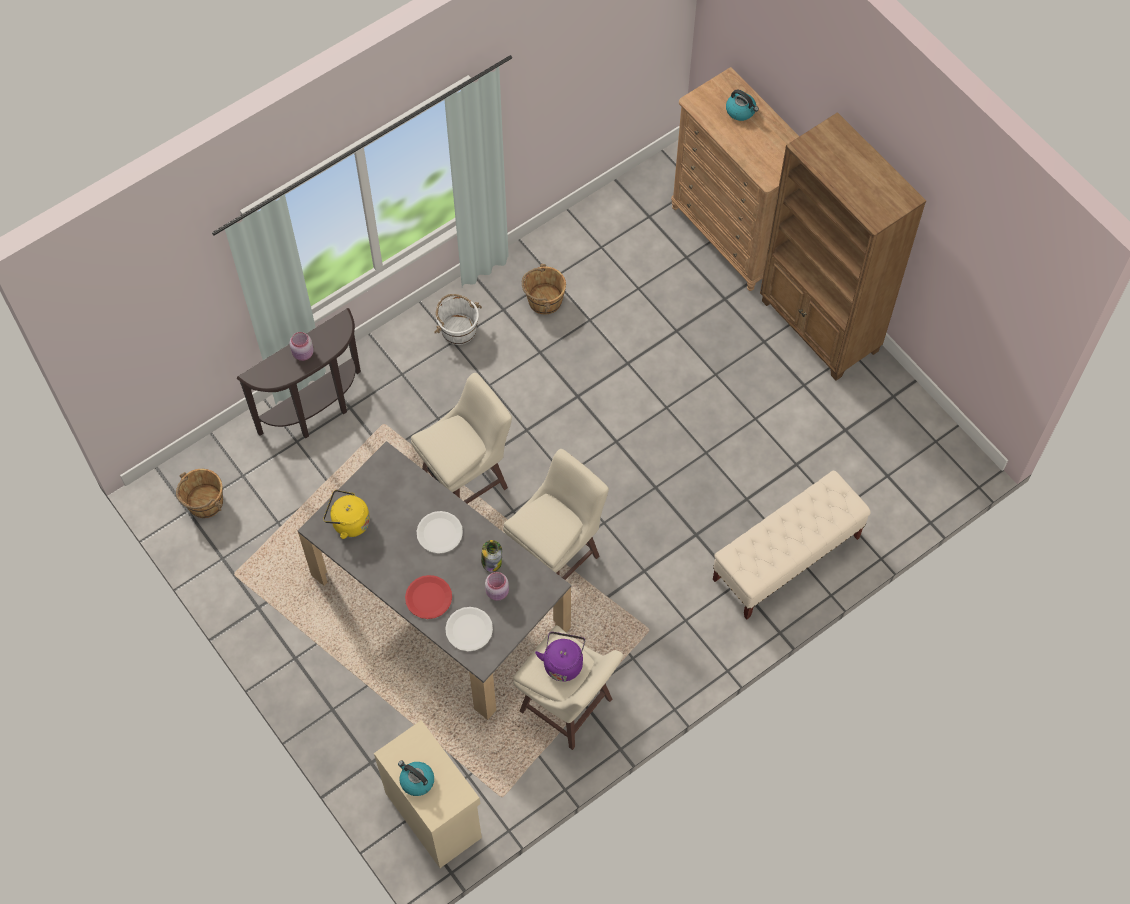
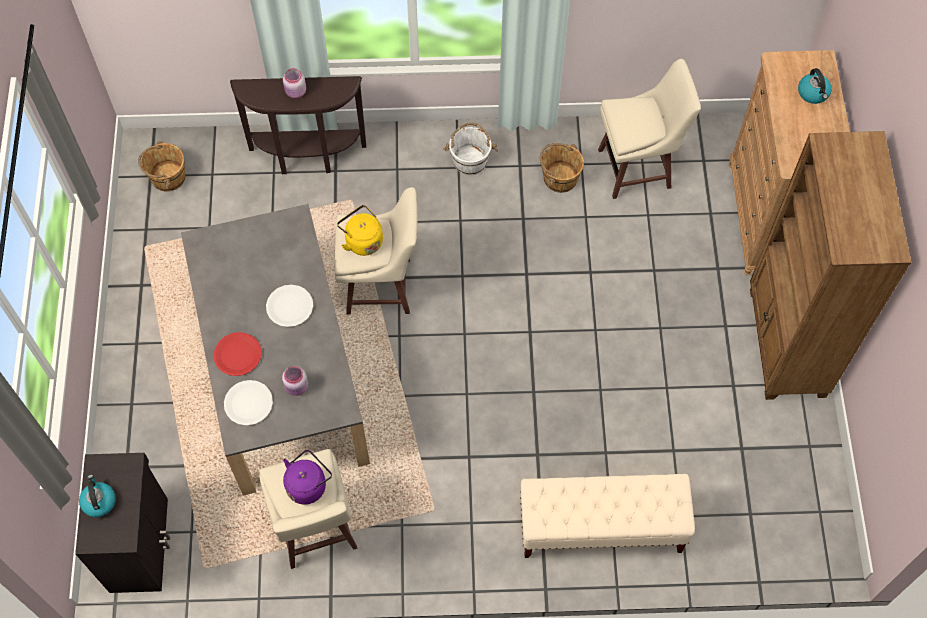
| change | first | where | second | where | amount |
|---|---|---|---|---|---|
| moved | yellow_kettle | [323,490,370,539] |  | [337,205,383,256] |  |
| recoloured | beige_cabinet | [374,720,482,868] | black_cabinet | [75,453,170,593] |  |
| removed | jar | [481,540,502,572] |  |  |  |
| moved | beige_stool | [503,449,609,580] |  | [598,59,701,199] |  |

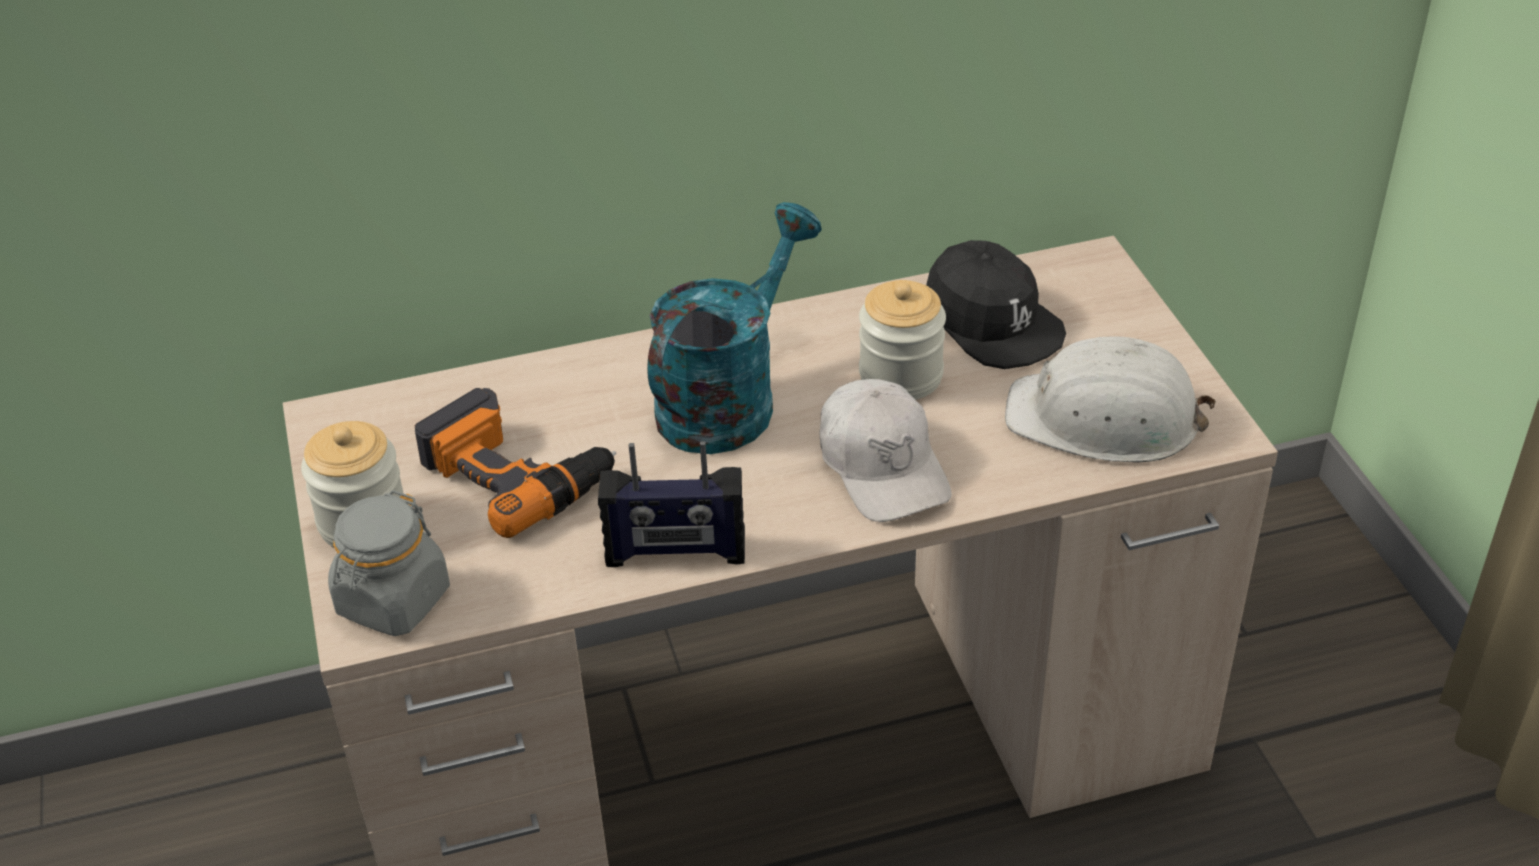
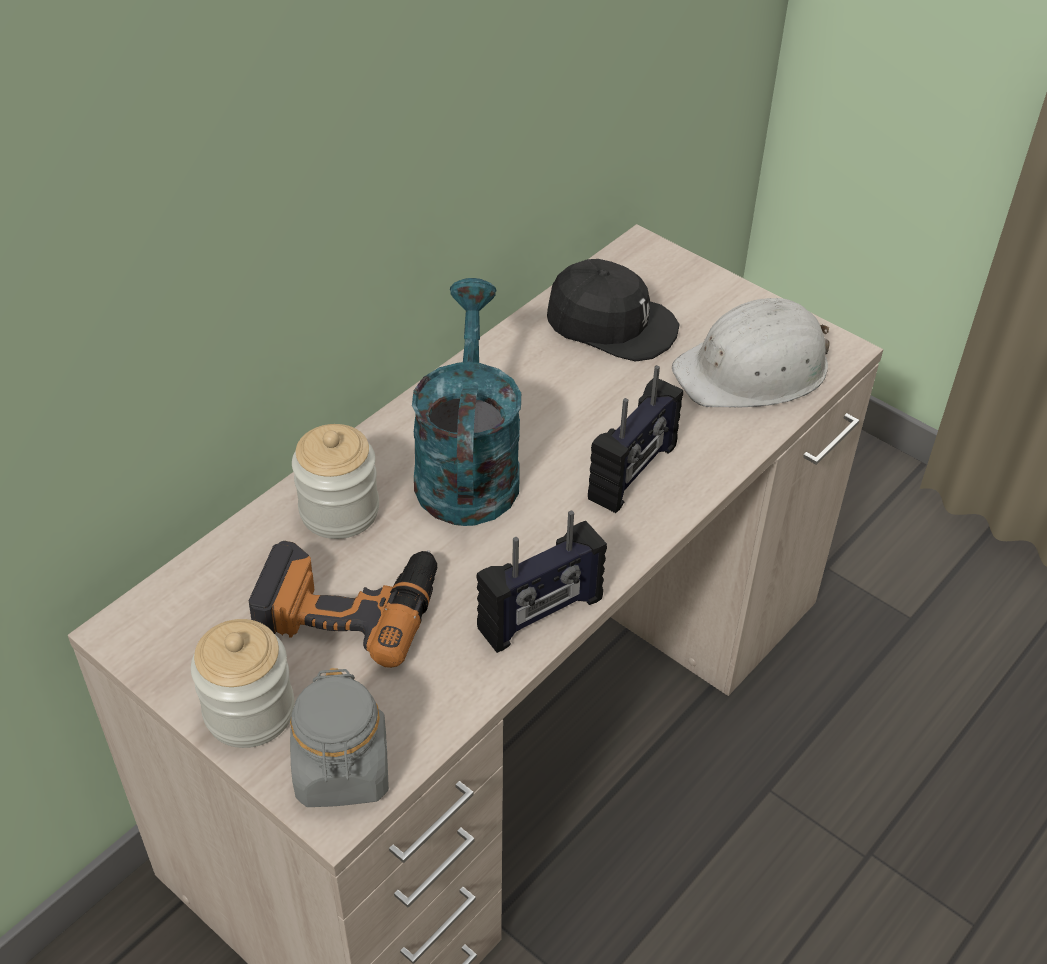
| change | first | where | second | where | amount |
|---|---|---|---|---|---|
| replaced | white_cap | [820,379,952,522] | radio | [588,365,683,513] |  |
| moved | jar | [859,280,946,400] |  | [292,424,379,539] |  |

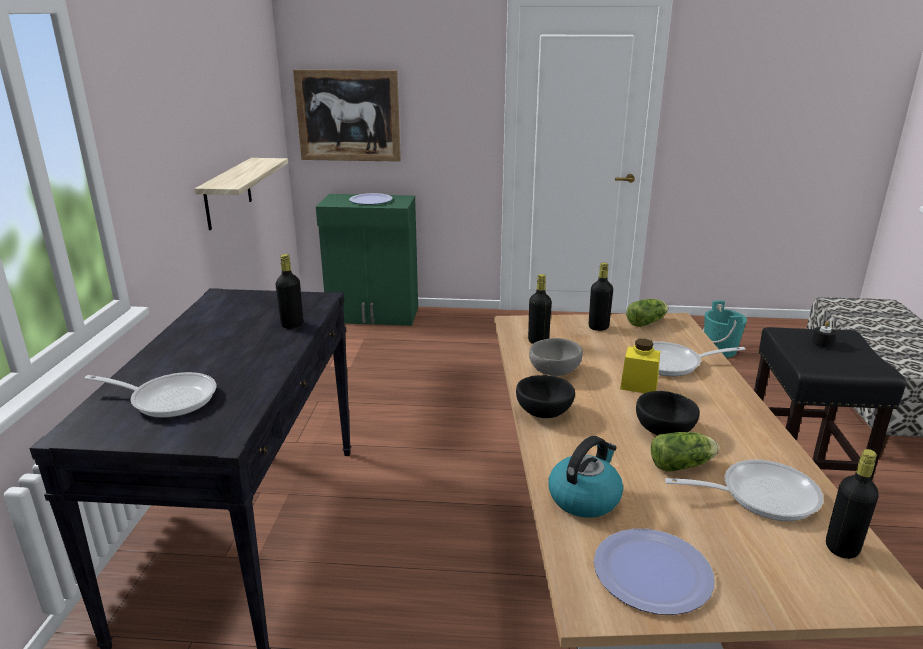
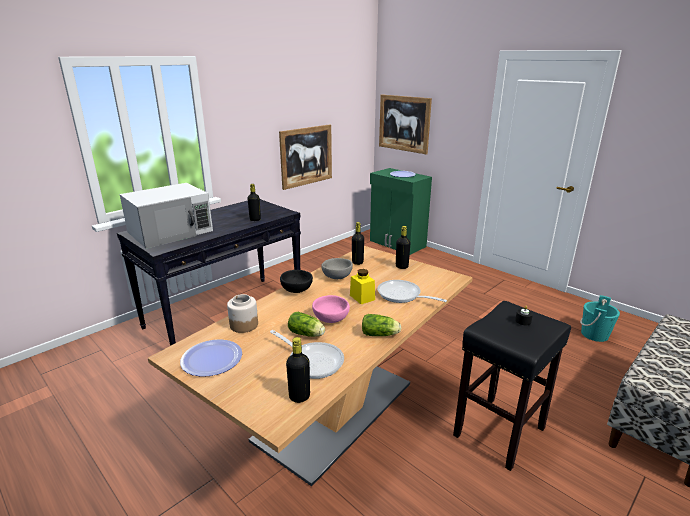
| change | first | where | second | where | amount |
|---|---|---|---|---|---|
| replaced | frying_pan | [85,372,217,418] | white_microwave | [119,183,213,249] |  |
| replaced | shelf | [194,158,288,230] | picture | [279,124,332,190] |  |
| replaced | kettle | [548,436,623,518] | jar | [227,294,258,333] |  |
| moved | lettuce | [626,299,668,327] |  | [362,314,401,336] |  |
| recoloured | black_bowl | [636,391,700,435] | pink_bowl | [312,295,350,323] |  |

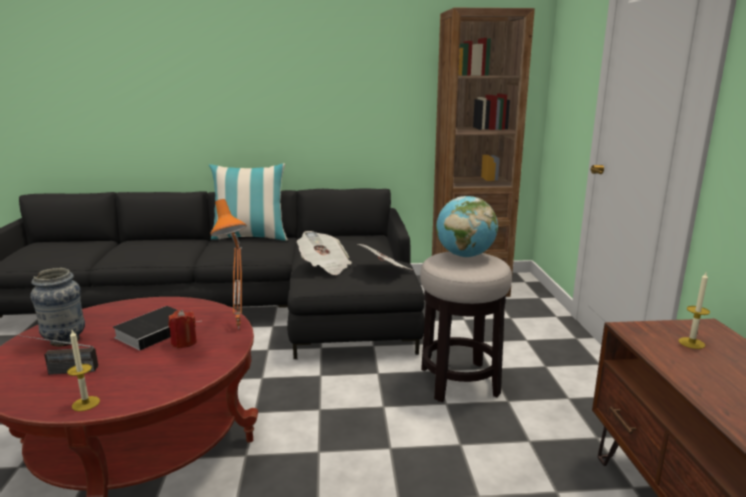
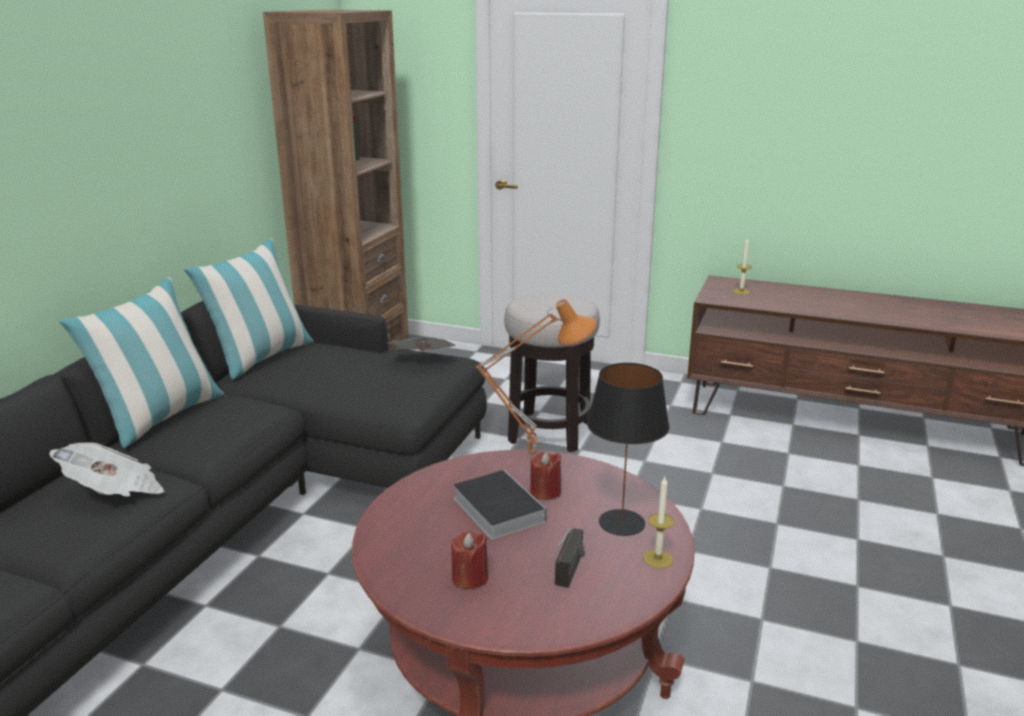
| change | first | where | second | where | amount |
|---|---|---|---|---|---|
| replaced | vase | [30,268,85,347] | red_candle | [451,531,488,589] |  |
| moved | newspaper | [297,231,352,275] |  | [49,442,164,497] |  |
| removed | globe | [436,196,498,257] |  |  |  |
| added |  |  | pillow | [184,239,313,380] |  |
| added |  |  | black_table_lamp | [587,363,670,536] |  |

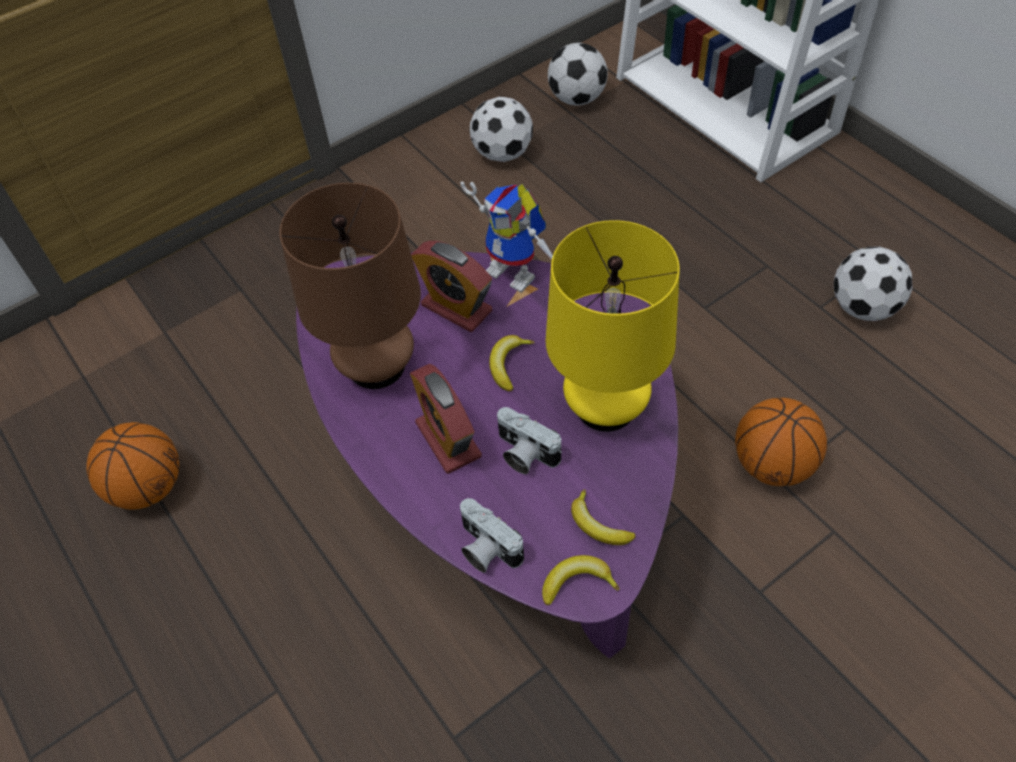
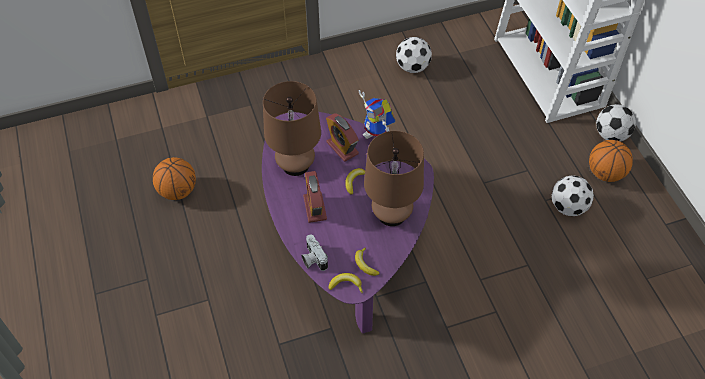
| change | first | where | second | where | amount |
|---|---|---|---|---|---|
| removed | photo_camera | [497,407,562,474] |  |  |  |
| recoloured | yellow_table_lamp | [546,220,680,432] | brown_table_lamp | [364,131,424,226] |  |
| moved | football | [548,43,608,106] |  | [596,104,636,142] |  |
| moved | basketball | [735,398,827,486] |  | [589,140,633,182] |  |

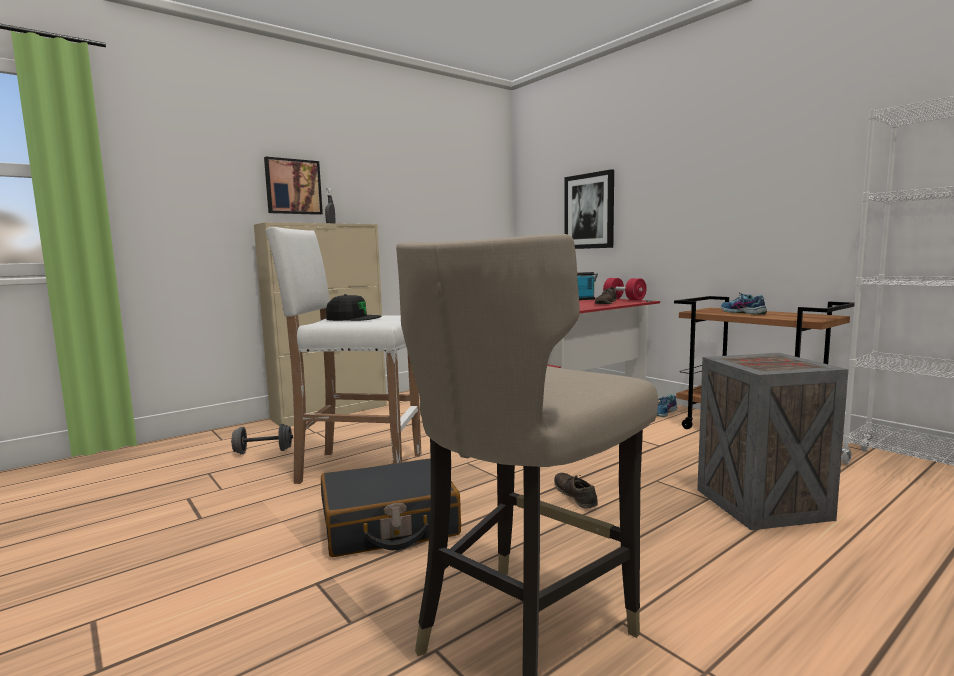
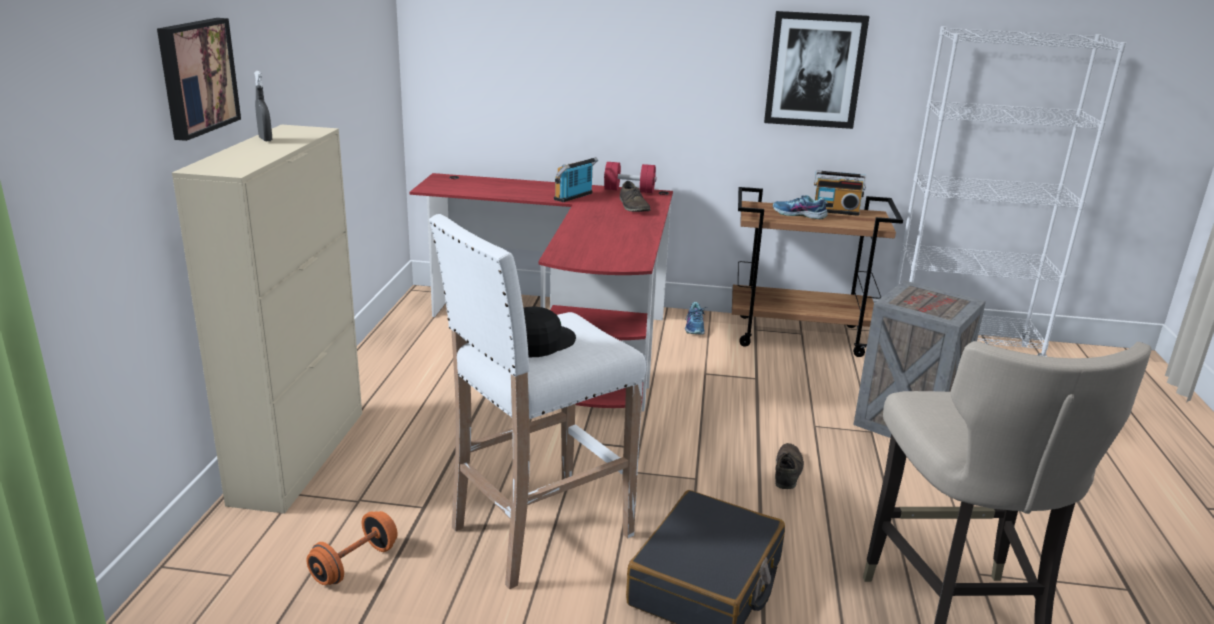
| change | first | where | second | where | amount |
|---|---|---|---|---|---|
| recoloured | grey_dumbbell | [231,424,293,454] | orange_dumbbell | [306,511,398,585] |  |
| turned | brown_shoe | [554,473,598,509] |  | [775,443,804,489] | 75 degrees clockwise |
| moved | picture | [564,169,614,249] |  | [764,11,870,129] |  |
| added |  |  | radio | [814,170,866,216] |  |

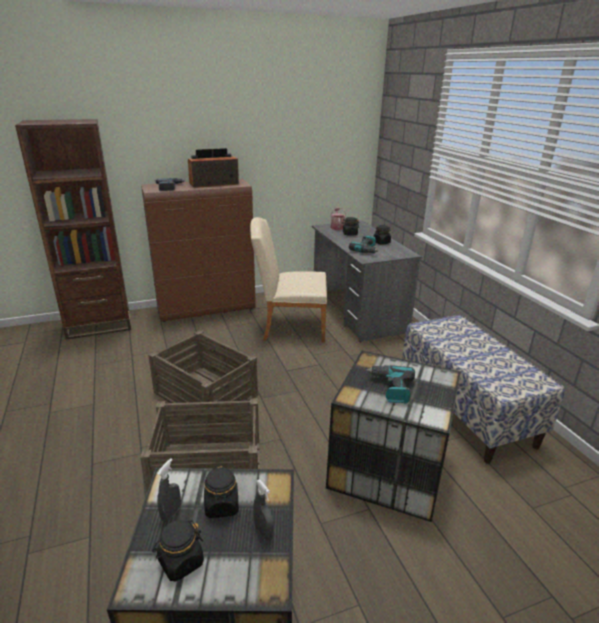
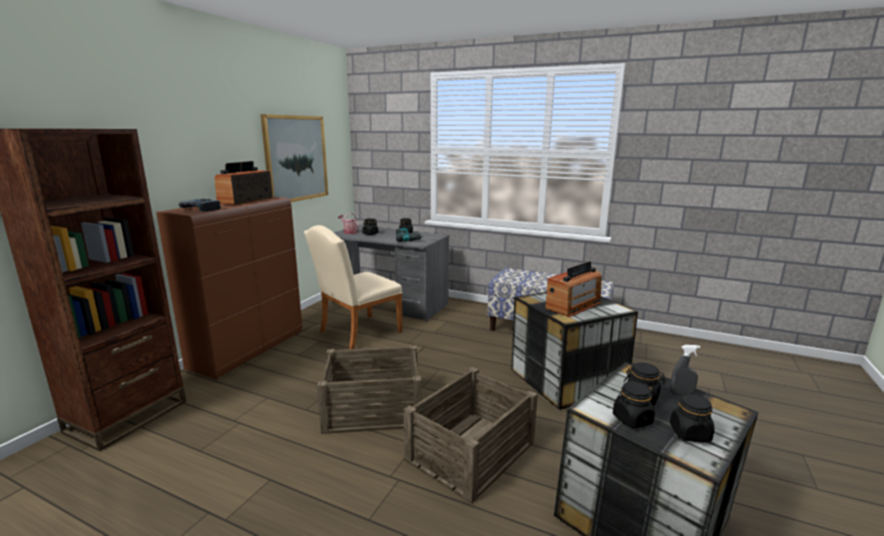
| change | first | where | second | where | amount |
|---|---|---|---|---|---|
| replaced | grey_spray_bottle | [157,458,181,522] | black_jar | [613,381,655,429] |  |
| replaced | power_drill | [366,365,415,404] | radio | [545,262,602,317] |  |
| added |  |  | picture | [260,114,328,202] |  |

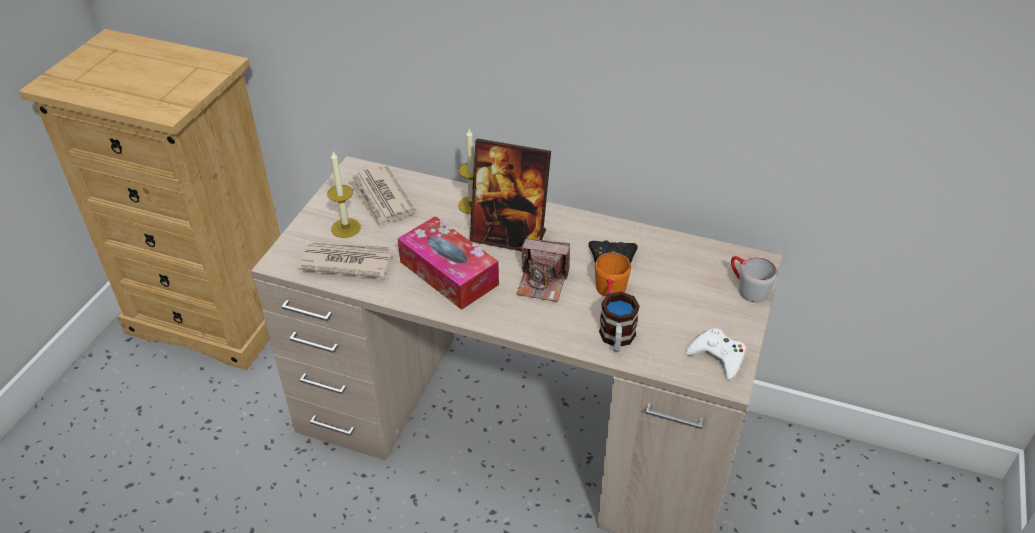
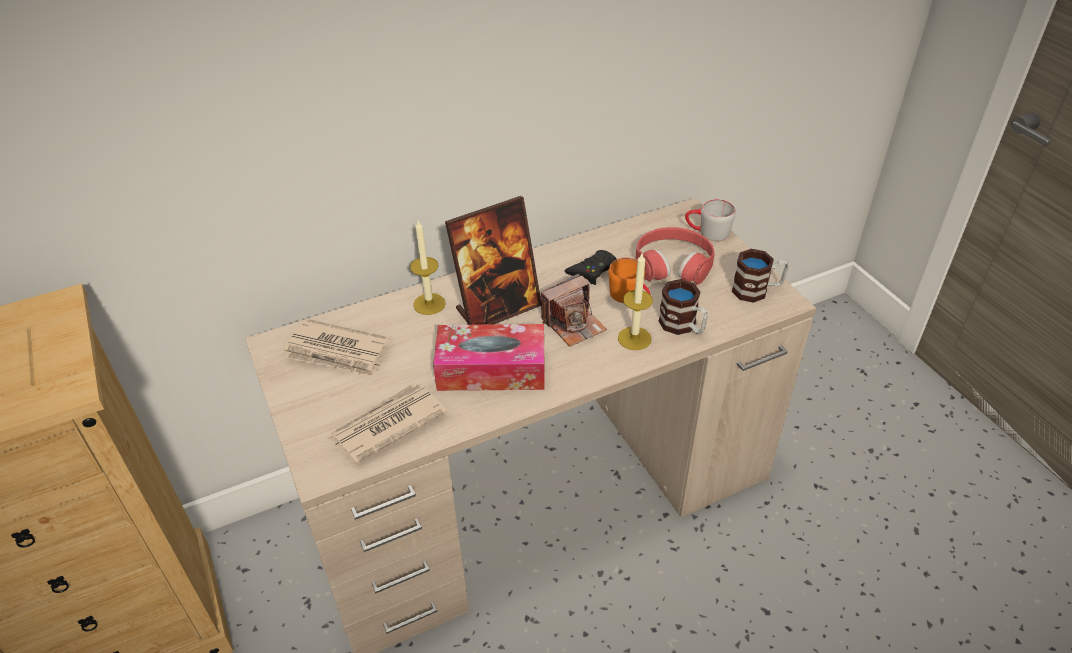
| change | first | where | second | where | amount |
|---|---|---|---|---|---|
| moved | candle | [327,151,361,238] |  | [618,253,653,350] |  |
| replaced | white_game_controller | [686,328,746,381] | mug | [732,249,788,303] |  |
| added |  |  | red_headphones | [636,227,715,285] |  |

